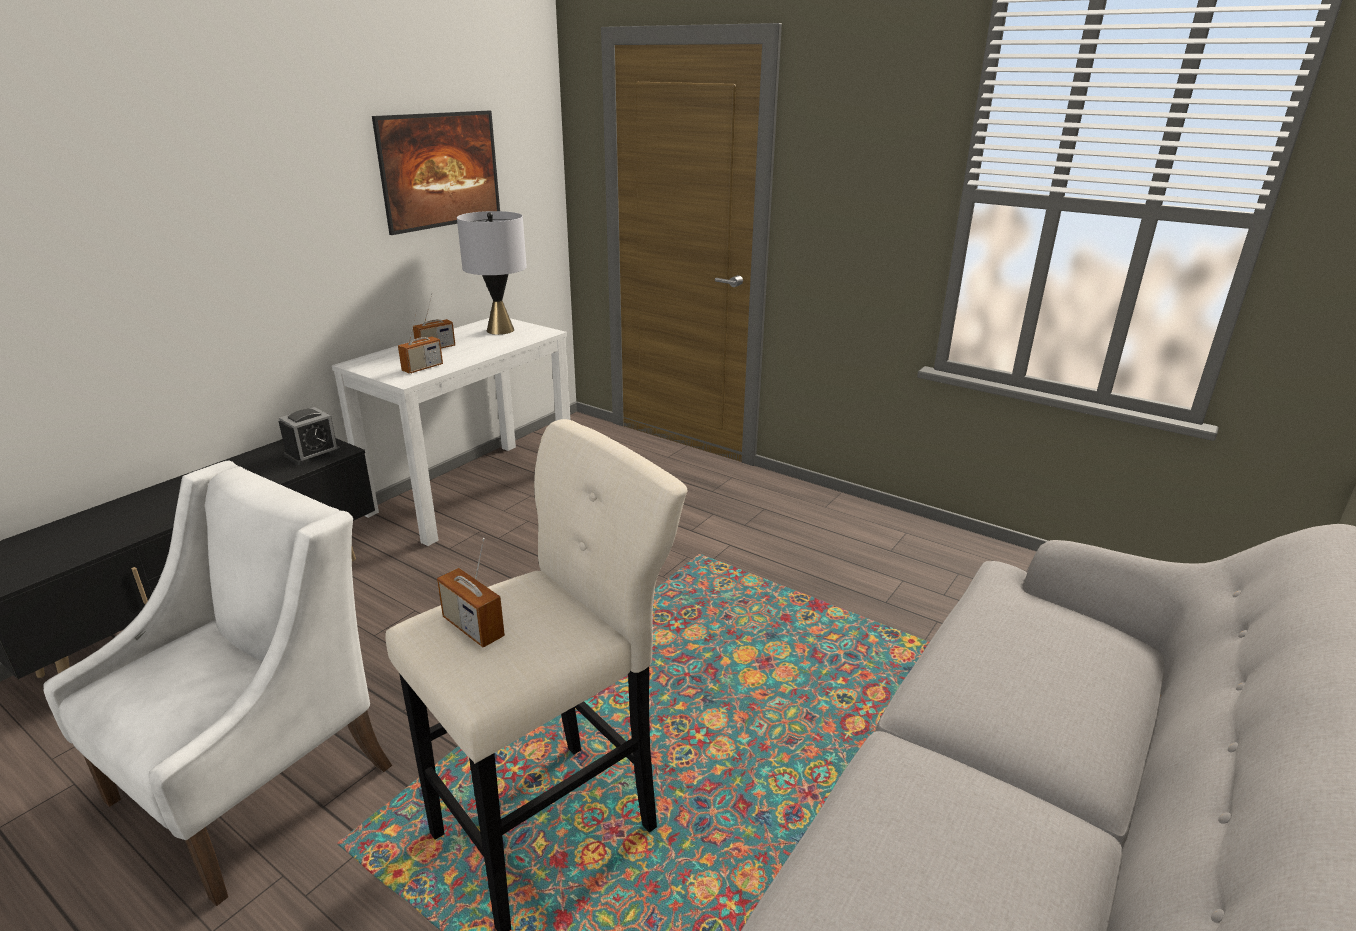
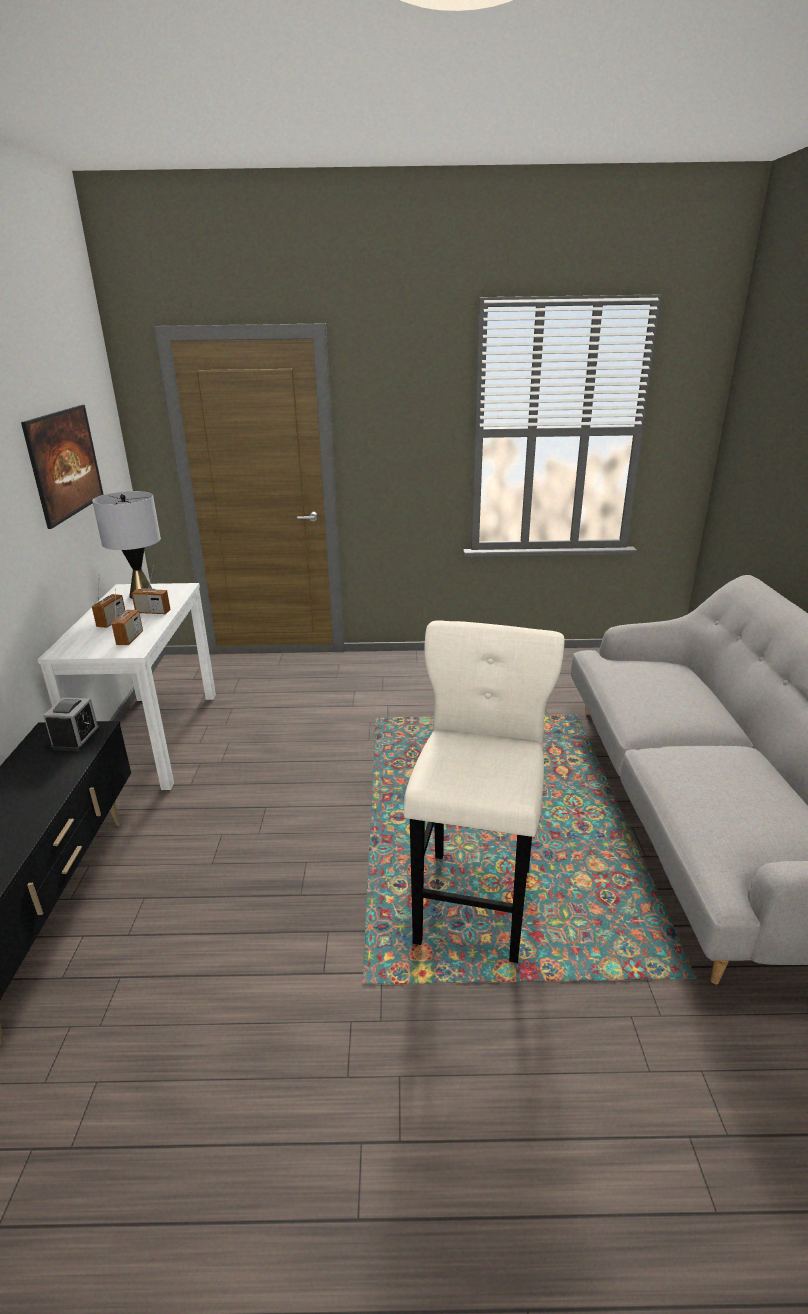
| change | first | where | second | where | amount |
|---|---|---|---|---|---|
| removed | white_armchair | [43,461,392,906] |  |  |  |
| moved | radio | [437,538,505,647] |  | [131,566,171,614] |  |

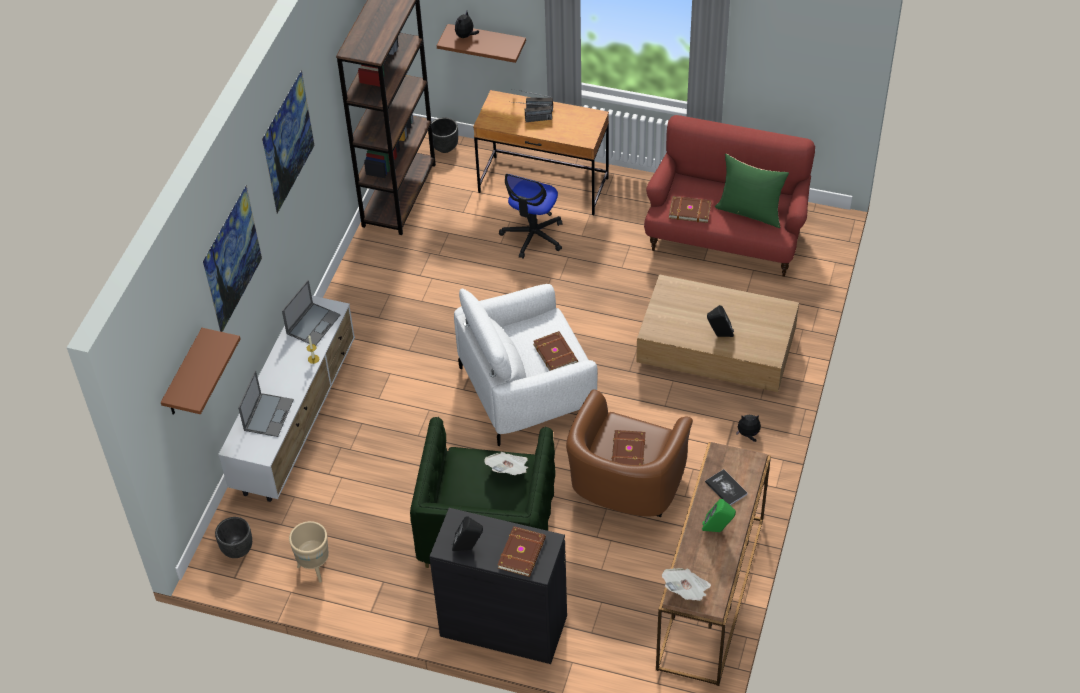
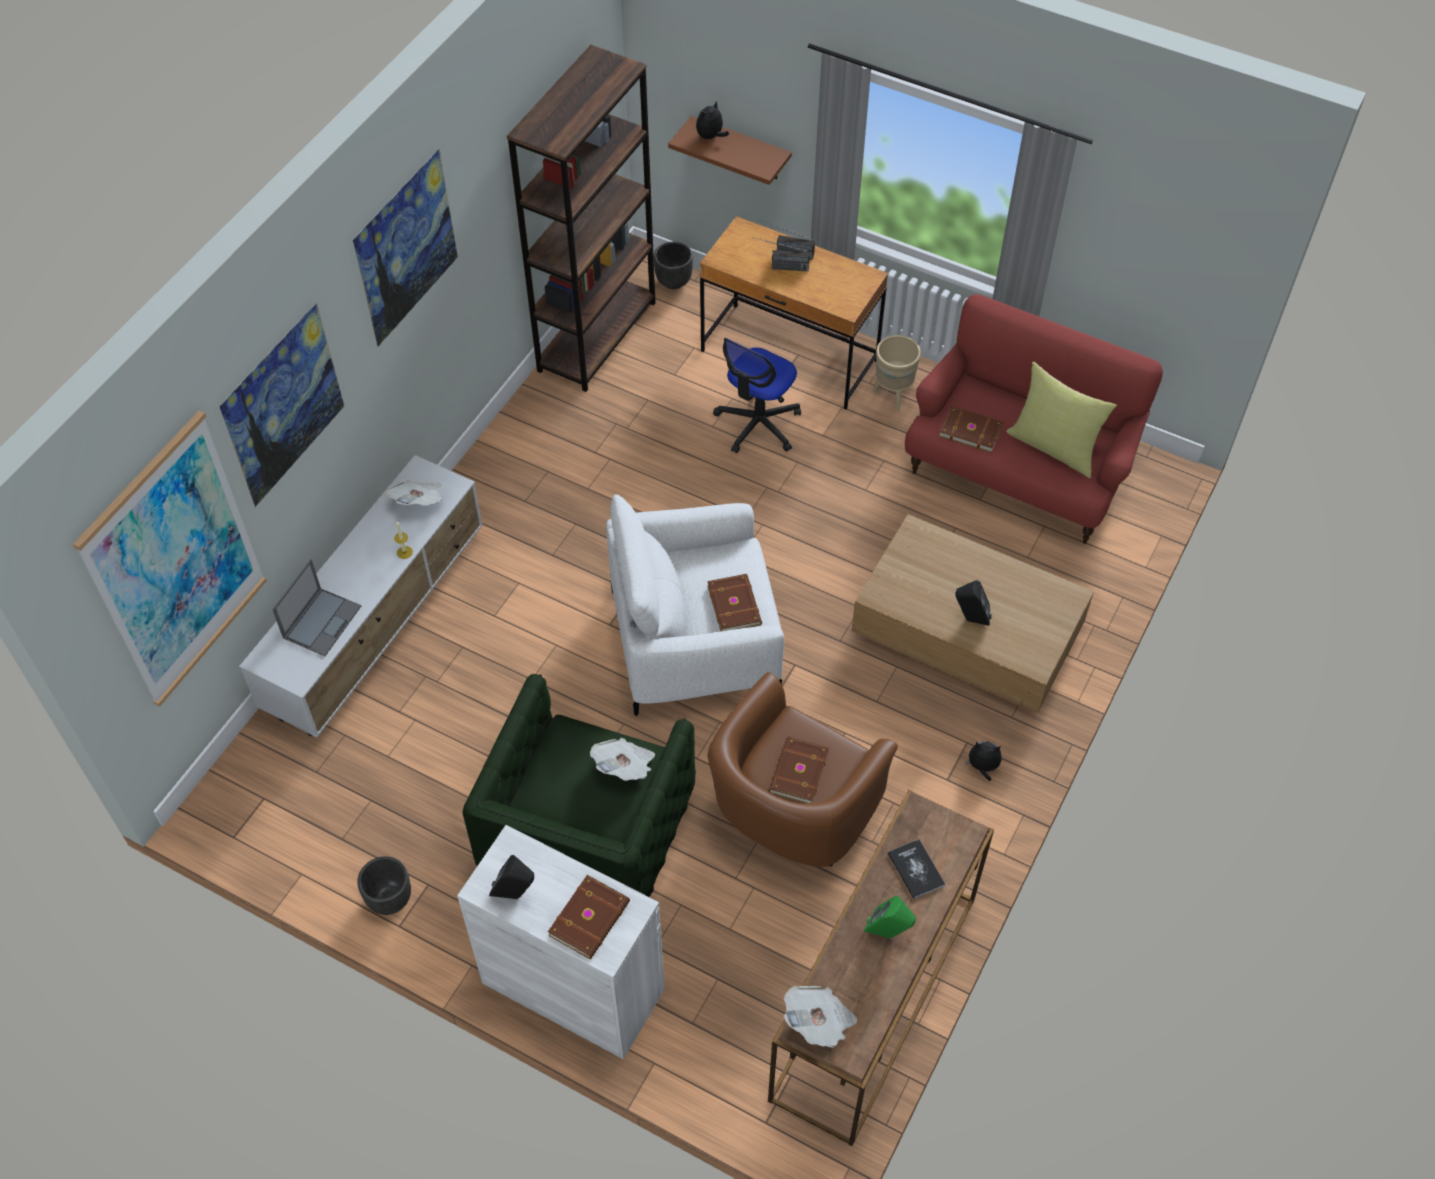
| change | first | where | second | where | amount |
|---|---|---|---|---|---|
| replaced | brown_shelf | [161,328,241,415] | picture | [73,411,267,707] |  |
| moved | black_planter | [215,517,252,558] |  | [357,856,411,915] |  |
| replaced | laptop | [282,280,341,345] | newspaper | [385,480,443,506] |  |
| moved | beige_planter | [289,521,329,583] |  | [873,335,921,411] |  |
| recoloured | black_cabinet | [429,508,567,664] | white_cabinet | [457,825,665,1059] |  |
| recoloured | green_pillow | [715,154,789,228] | yellow_pillow | [1006,362,1117,478] |  |

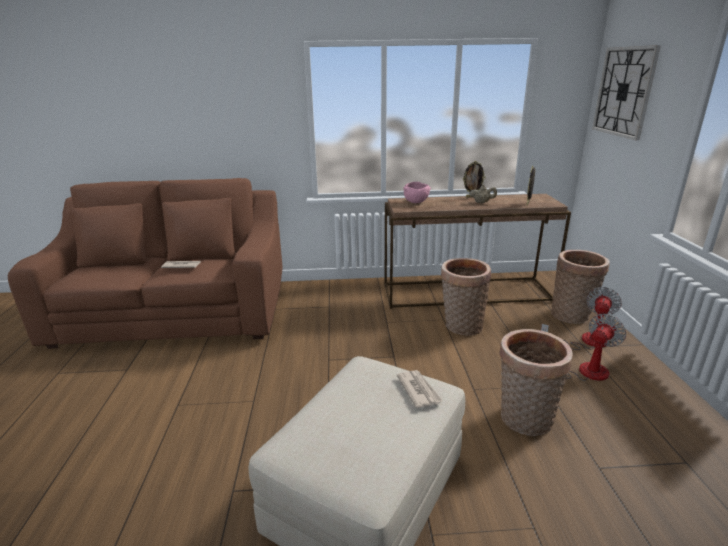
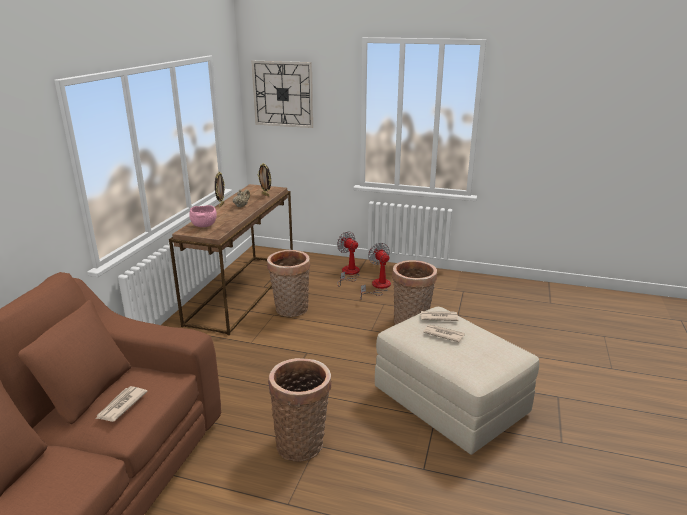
| change | first | where | second | where | amount |
|---|---|---|---|---|---|
| moved | basket | [551,250,610,324] |  | [268,358,331,462] |  |
| added |  |  | newspaper | [423,324,465,343] |  |

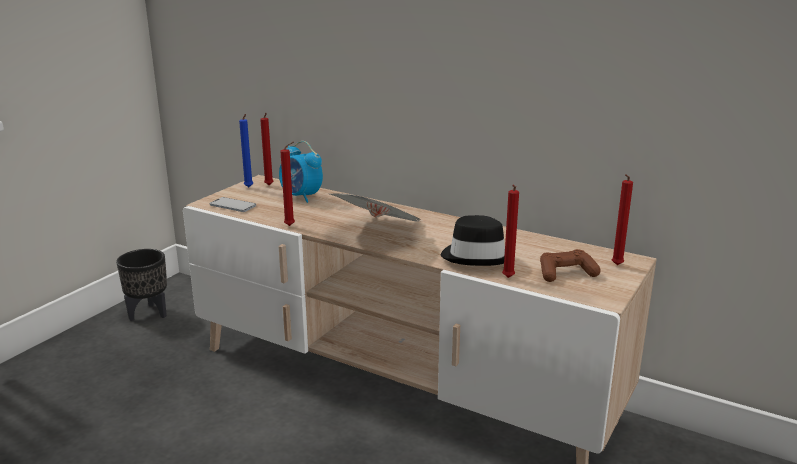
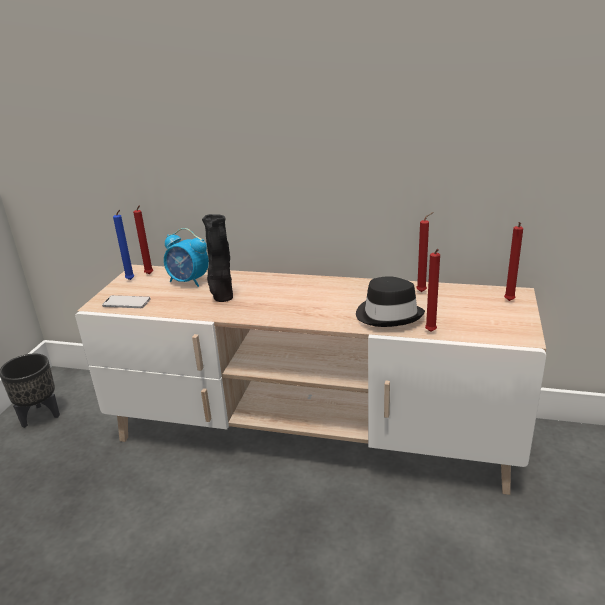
| change | first | where | second | where | amount |
|---|---|---|---|---|---|
| moved | red_candle | [280,142,295,226] |  | [416,212,434,292] |  |
| removed | newspaper | [330,193,421,221] |  |  |  |
| removed | brown_game_controller | [540,249,601,282] |  |  |  |
| added |  |  | black_vase | [202,214,233,302] |  |

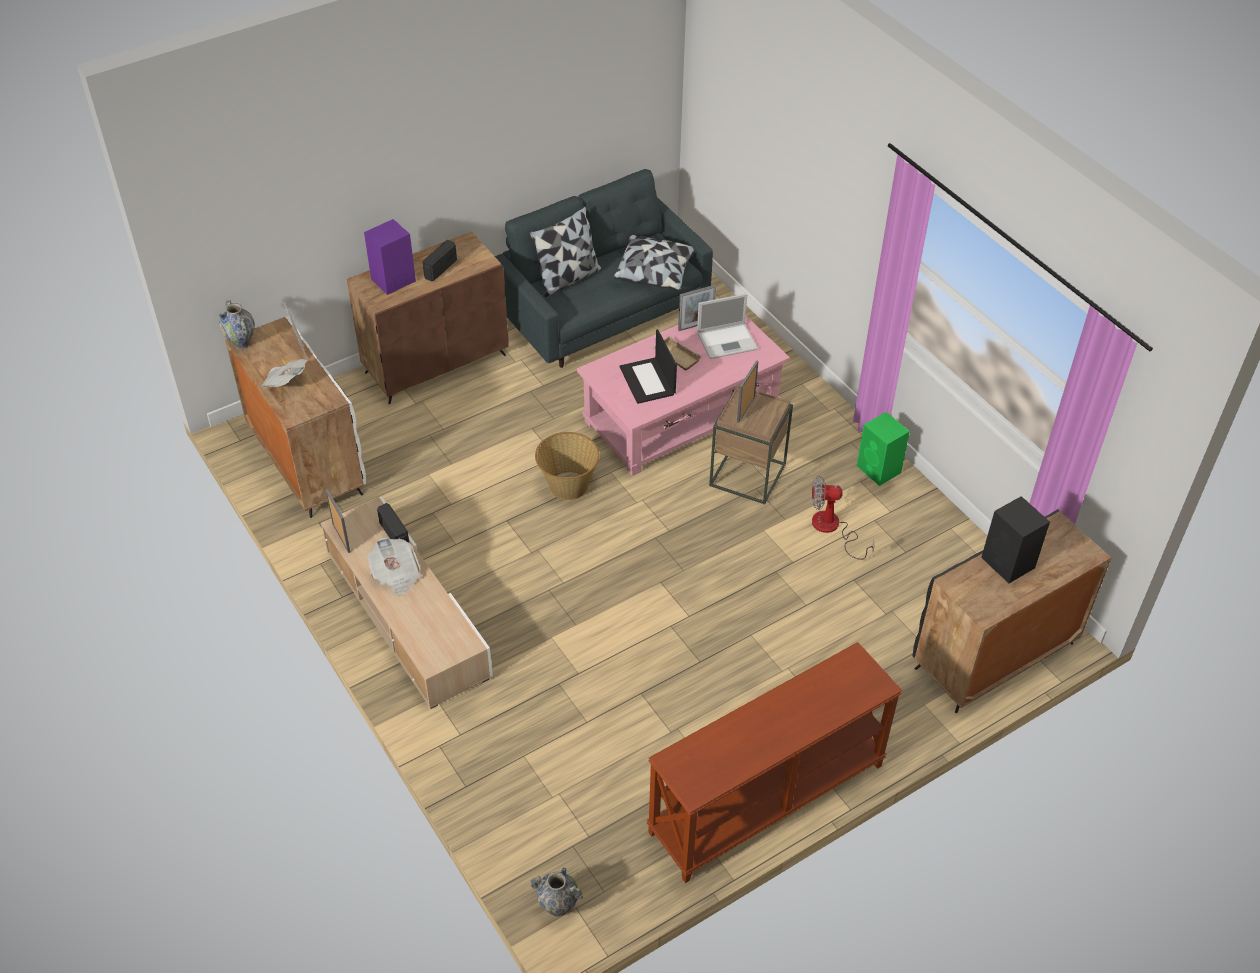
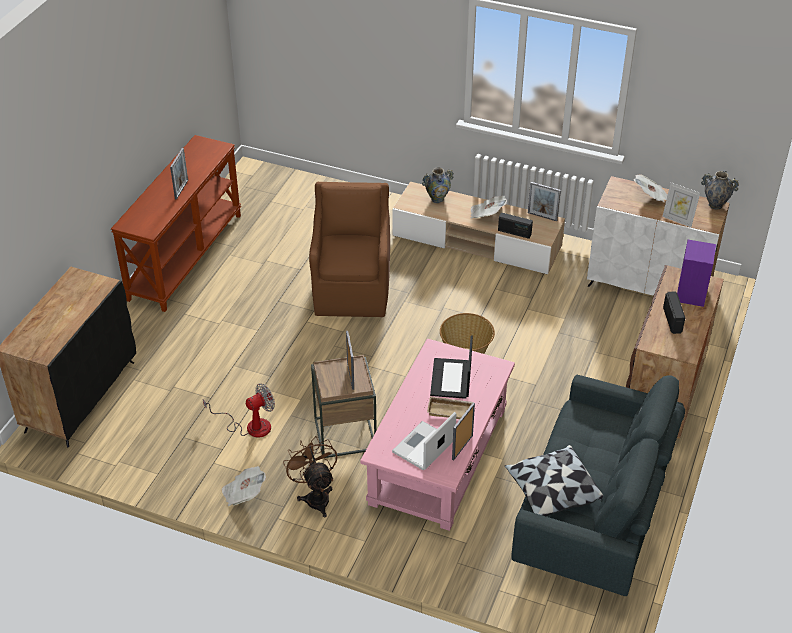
| change | first | where | second | where | amount |
|---|---|---|---|---|---|
| removed | pillow | [529,206,601,297] |  |  |  |
| moved | vase | [530,867,583,917] |  | [422,167,454,203] |  |
| turned | laptop | [620,329,677,404] |  | [430,335,473,399] | 120 degrees counterclockwise |
| replaced | green_speaker | [857,412,910,486] | newspaper | [222,466,266,506] |  |
| removed | black_speaker | [981,496,1050,583] |  |  |  |
| added |  |  | picture_frame | [170,148,188,200] |  |
| added |  |  | brown_fan | [283,436,337,517] |  |
| added |  |  | brown_armchair | [309,182,390,317] |  |

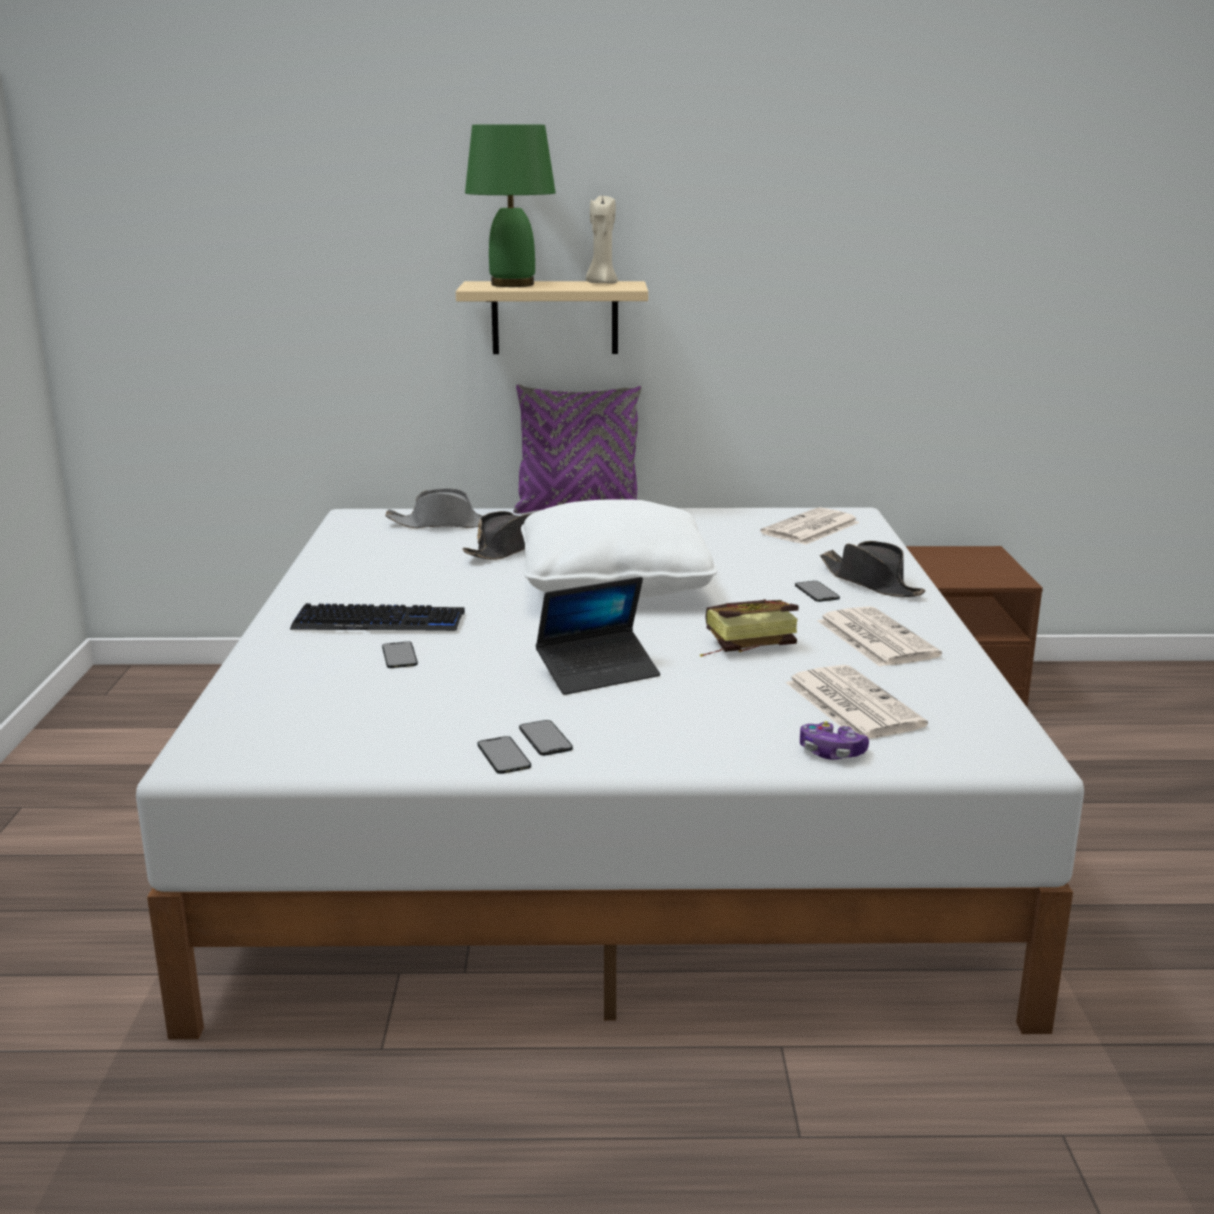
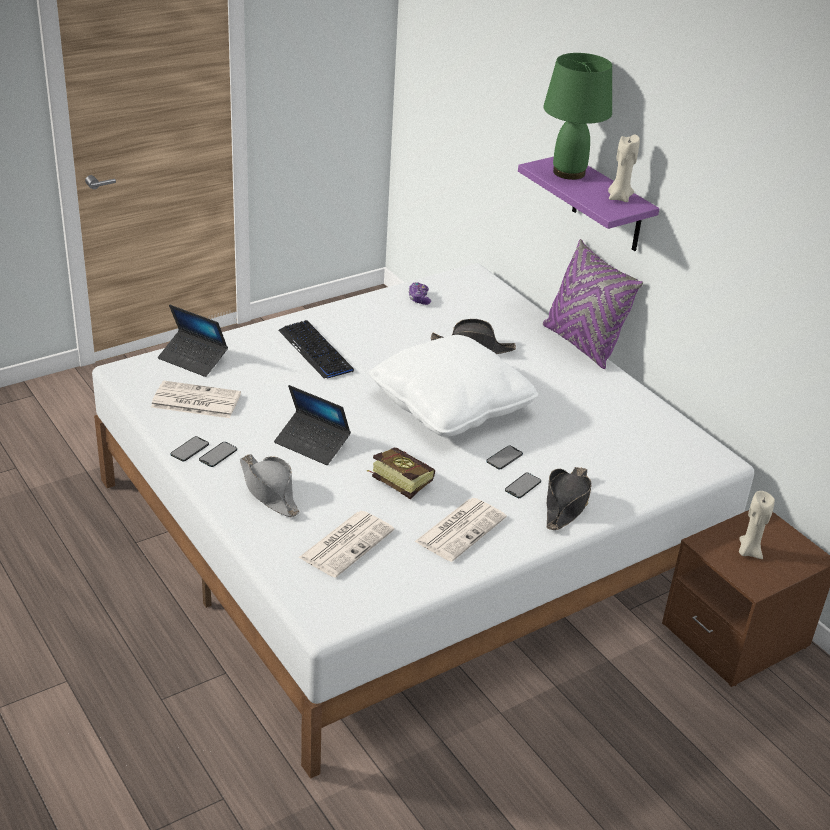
| change | first | where | second | where | amount |
|---|---|---|---|---|---|
| moved | phone | [382,642,418,668] |  | [486,445,523,469] |  |
| moved | grey_hat | [385,488,483,528] |  | [240,454,299,517] |  |
| recoloured | beige_shelf | [456,281,648,354] | purple_shelf | [518,157,660,251] |  |
| moved | newspaper | [760,507,860,545] |  | [151,381,241,418] |  |
| moved | game_controller | [800,721,869,760] |  | [409,282,431,305] |  |
| added |  |  | laptop | [158,305,228,377] |  |
| added |  |  | beige_candle | [739,491,775,559] |  |

